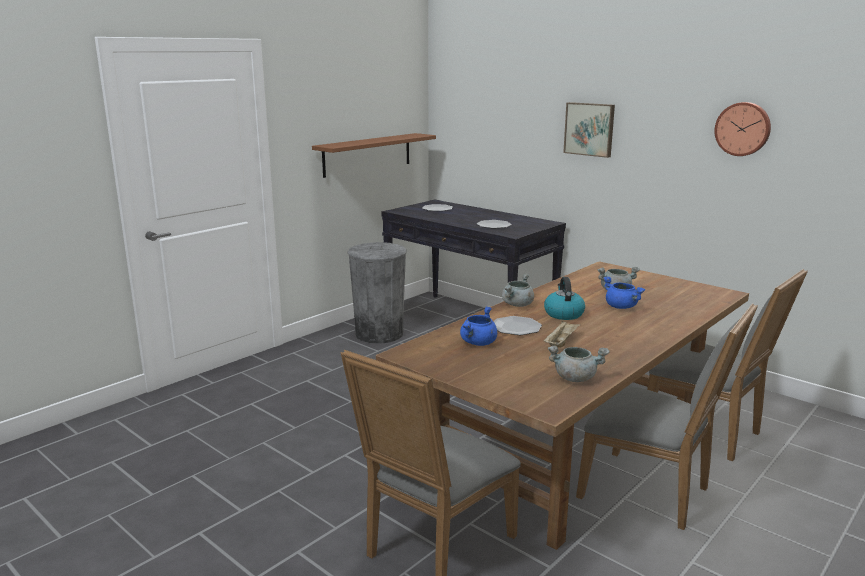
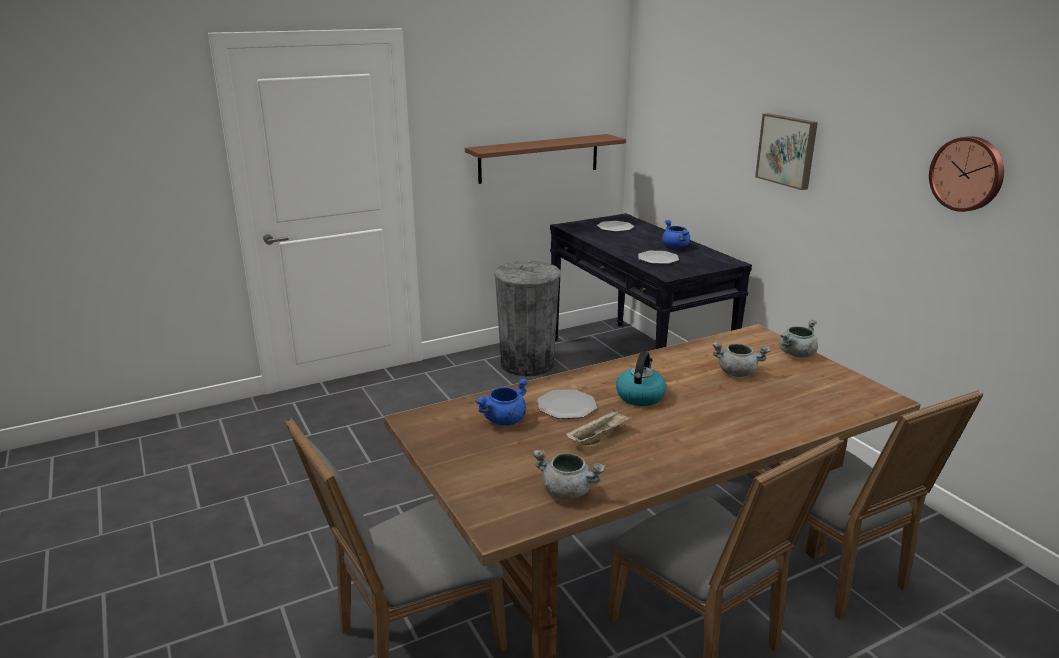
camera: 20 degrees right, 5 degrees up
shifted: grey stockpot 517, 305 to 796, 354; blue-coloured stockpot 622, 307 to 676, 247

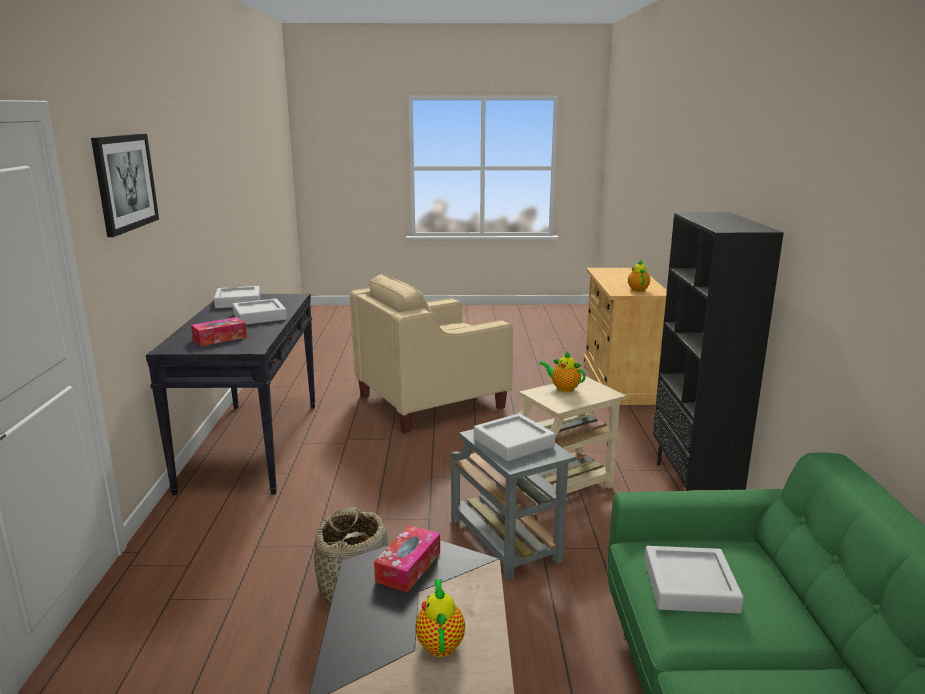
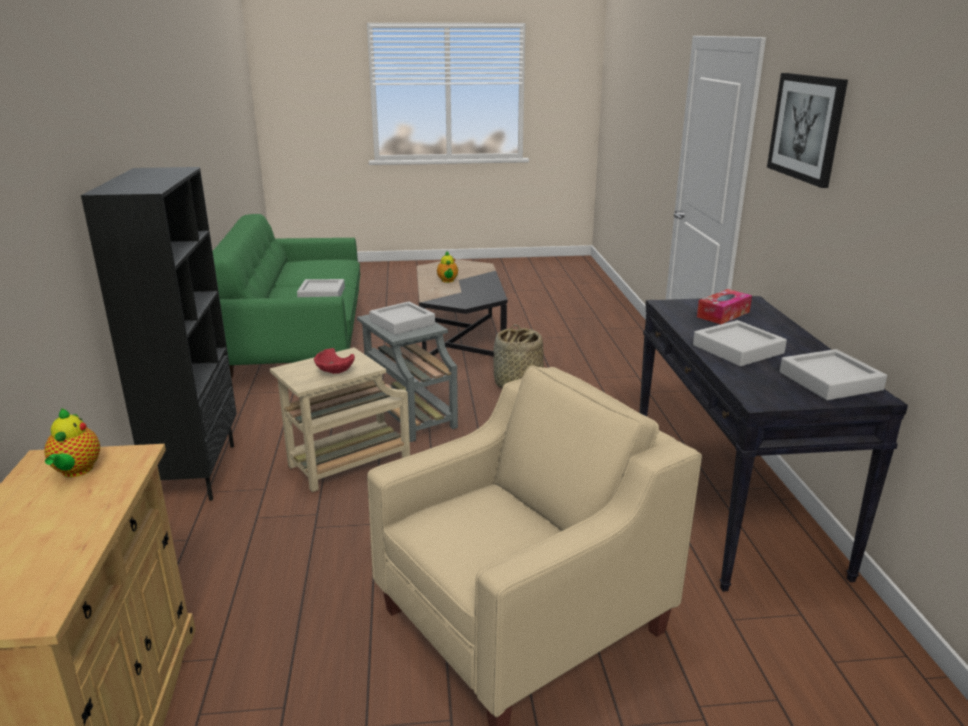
camera: 175 degrees right, 5 degrees up
gone: tissue holder 408, 567
swapped: teapot 563, 388 to red serving bowl 334, 373

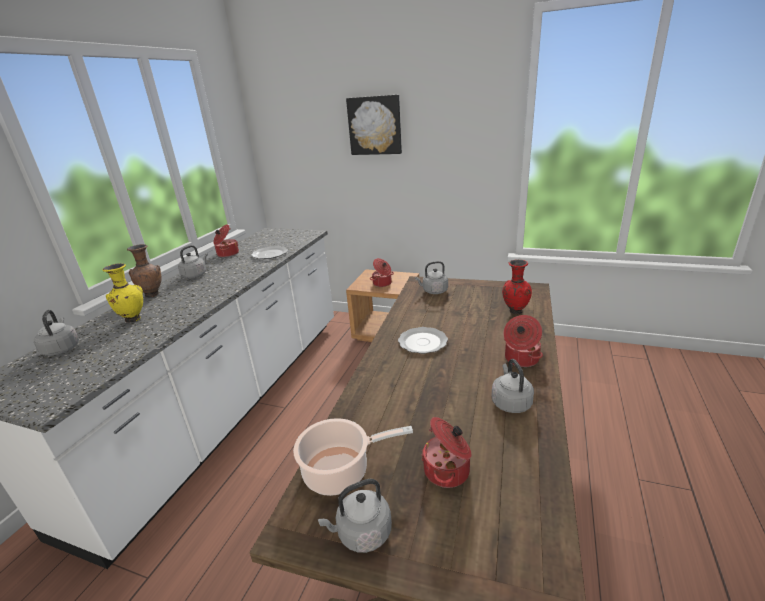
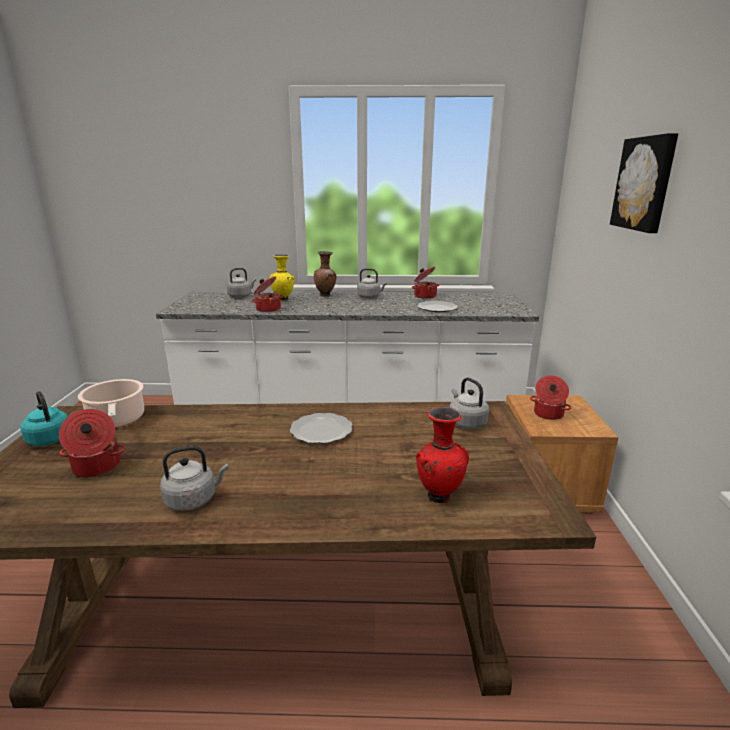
camera: 70 degrees right, 5 degrees down
shifted: stockpot 520, 359 to 268, 309
repainted: grey tea kettle 361, 533 to turquoise tea kettle 49, 438

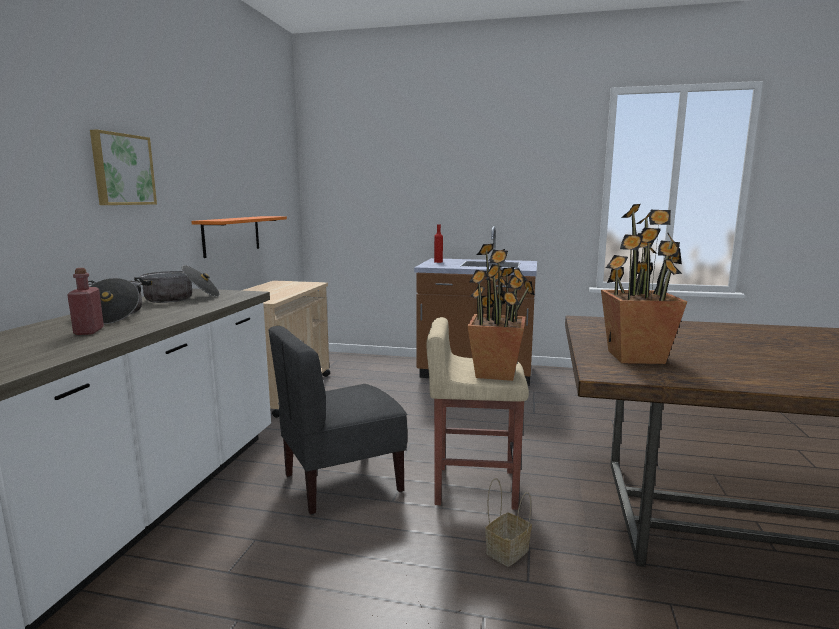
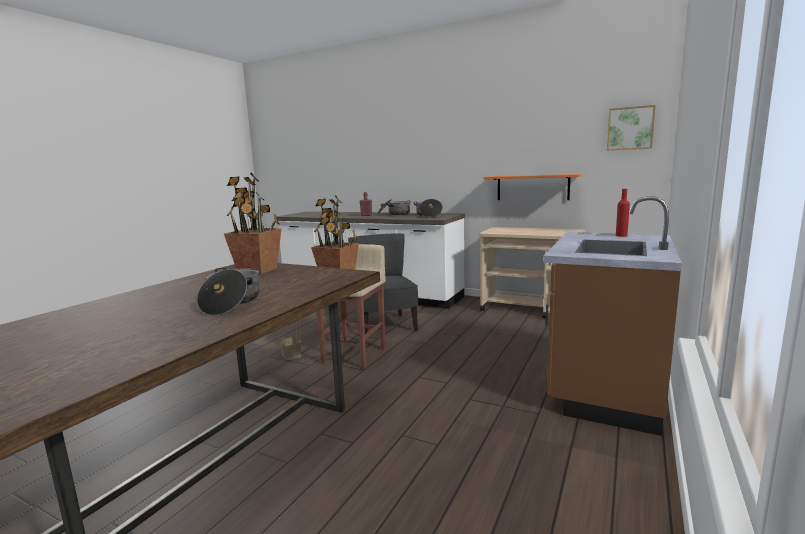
camera: 105 degrees right, 0 degrees up
new: stockpot 231, 303
shifted: picture 122, 169 to 630, 128

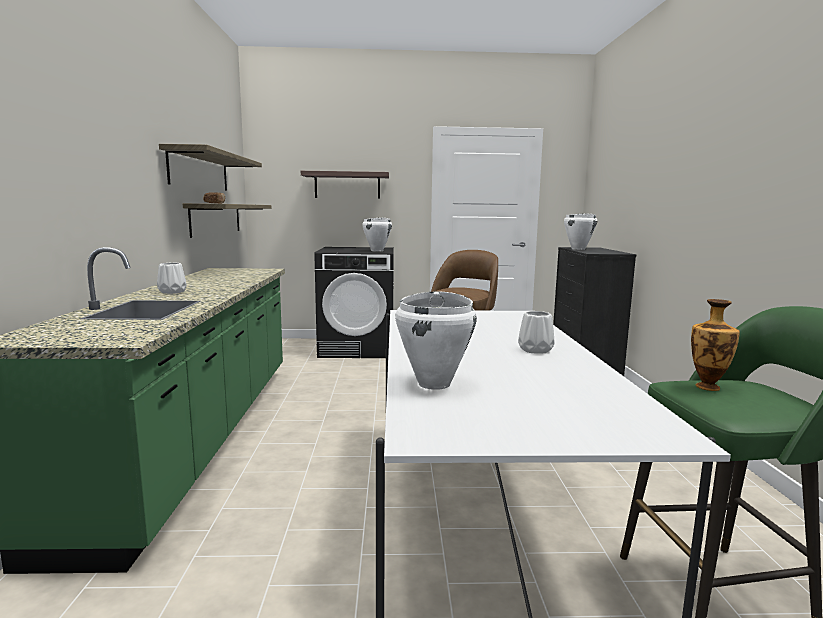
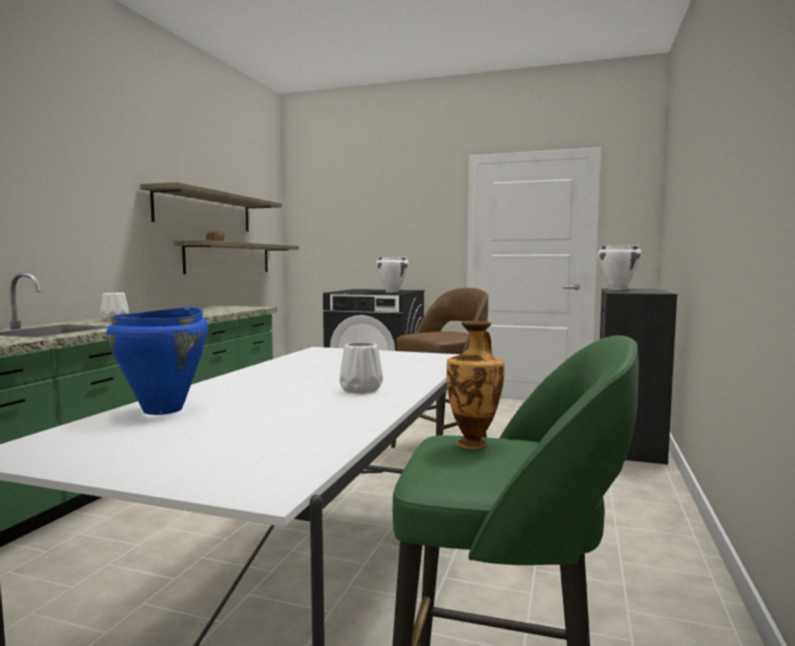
camera: 20 degrees right, 5 degrees down
gone: shelf 347, 185
repainted: white stockpot 435, 384 to blue-coloured stockpot 164, 410

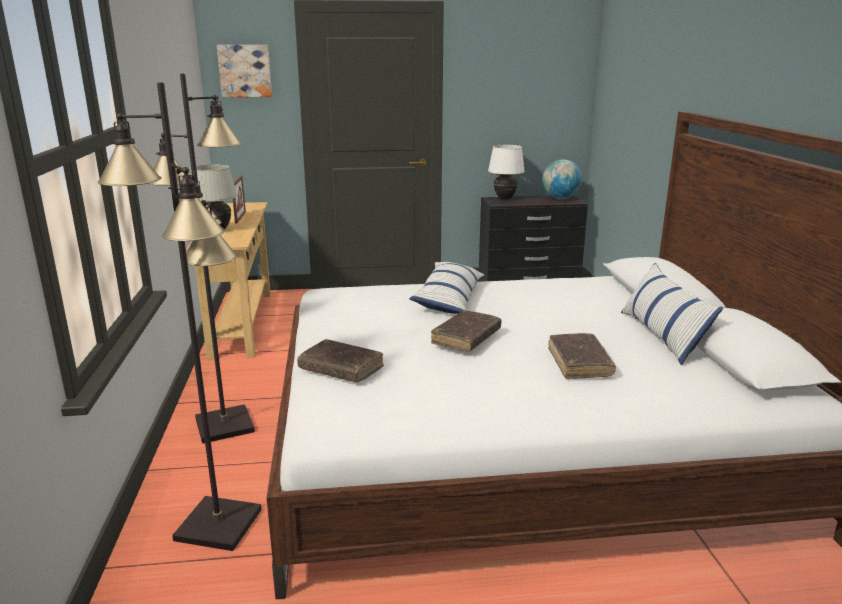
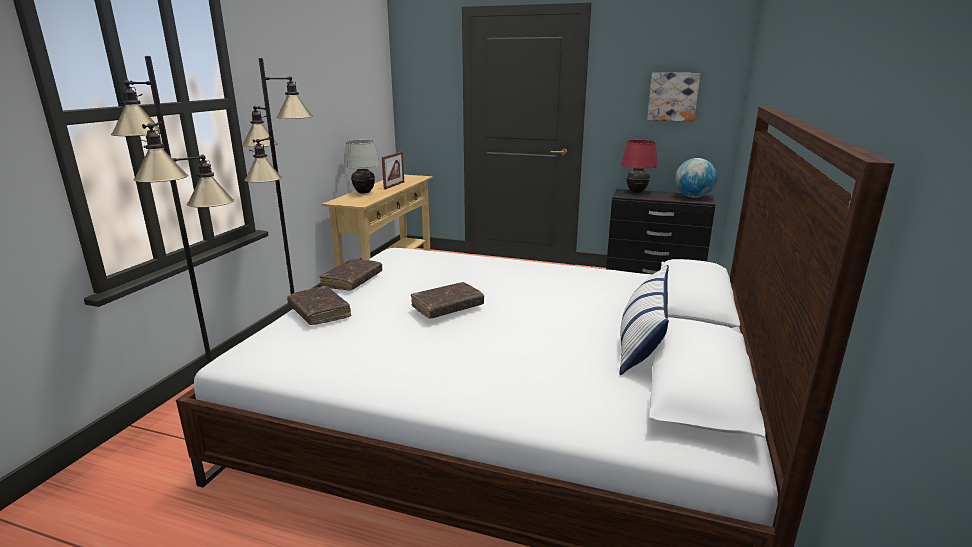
camera: 25 degrees right, 0 degrees up
gone: cushion 449, 299
shifted: picture 245, 71 to 673, 96; brownish bound book 579, 363 to 352, 280
repainted: white table lamp 505, 199 to red table lamp 636, 192

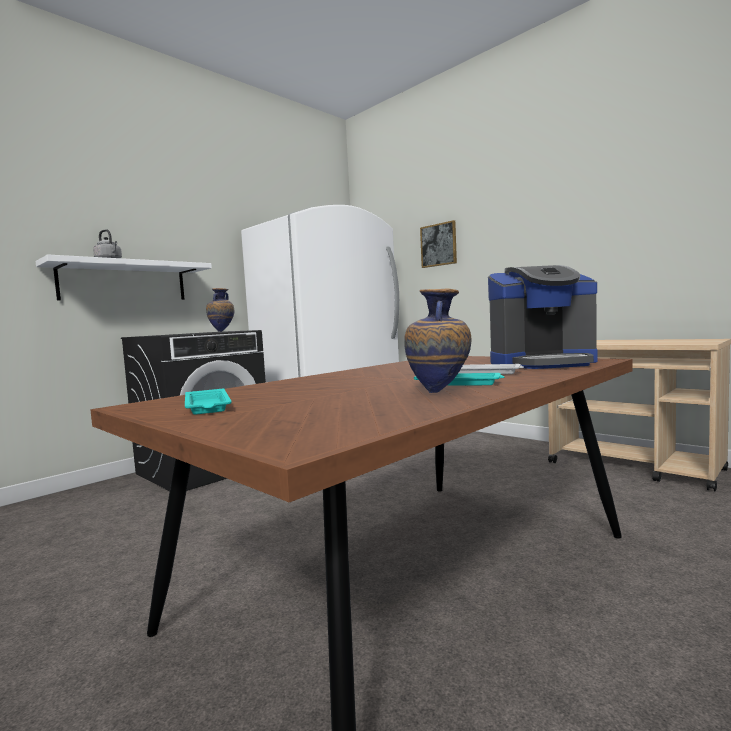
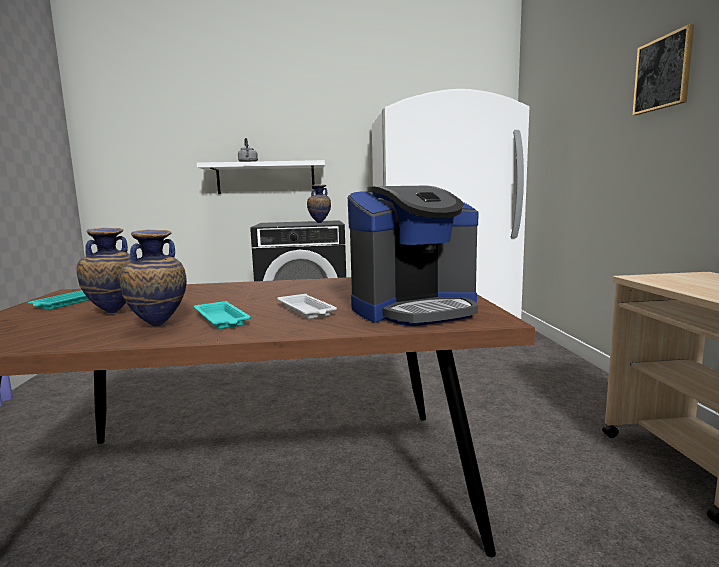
camera: 40 degrees right, 5 degrees up
new: decorative vase 113, 314
shifted: picture 438, 245 to 663, 73
rotated: coffee machine 542, 363 = 414, 310 60 degrees counterclockwise

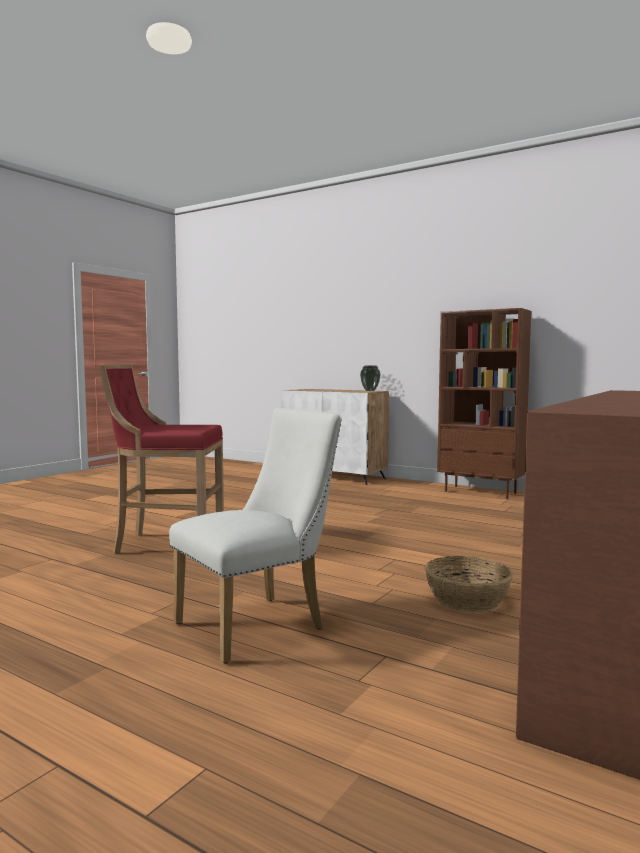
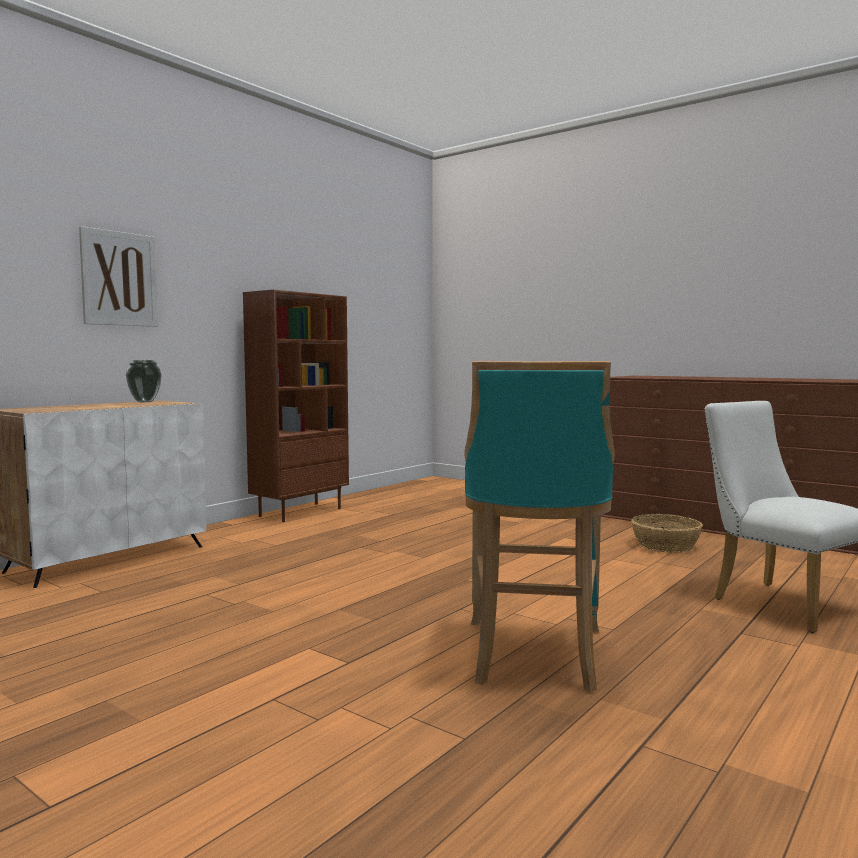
camera: 85 degrees left, 0 degrees up
new: picture 119, 279
repainted: red sitting stool 166, 544 to turquoise sitting stool 534, 657

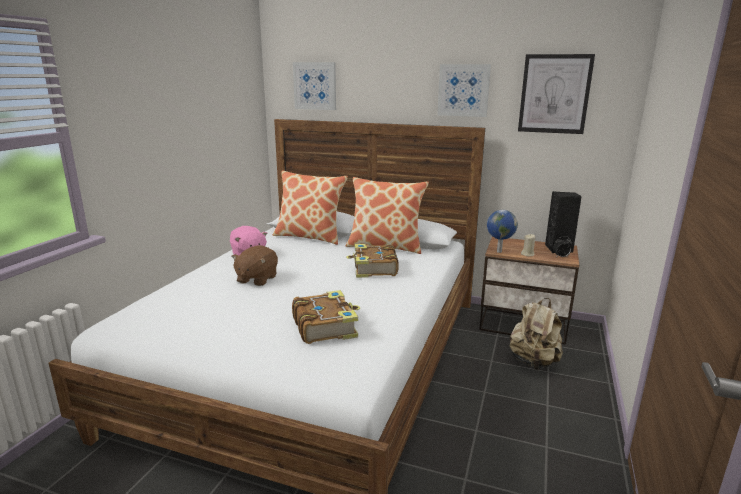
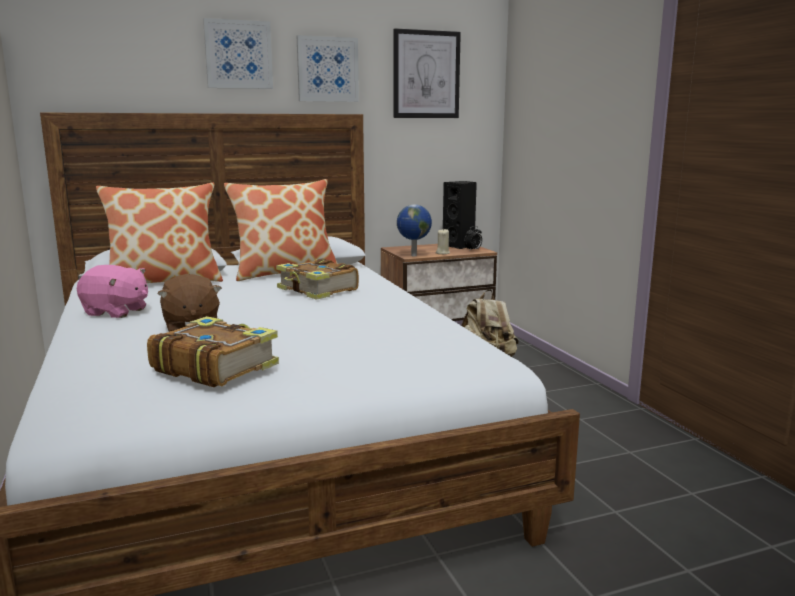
camera: 40 degrees left, 5 degrees down
shifted: picture 315, 86 to 238, 54; bound book 325, 326 to 214, 367

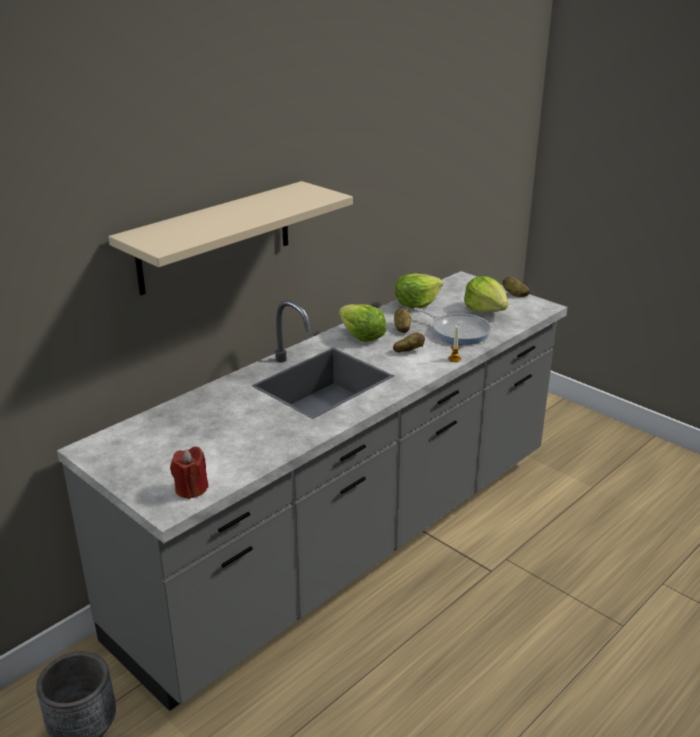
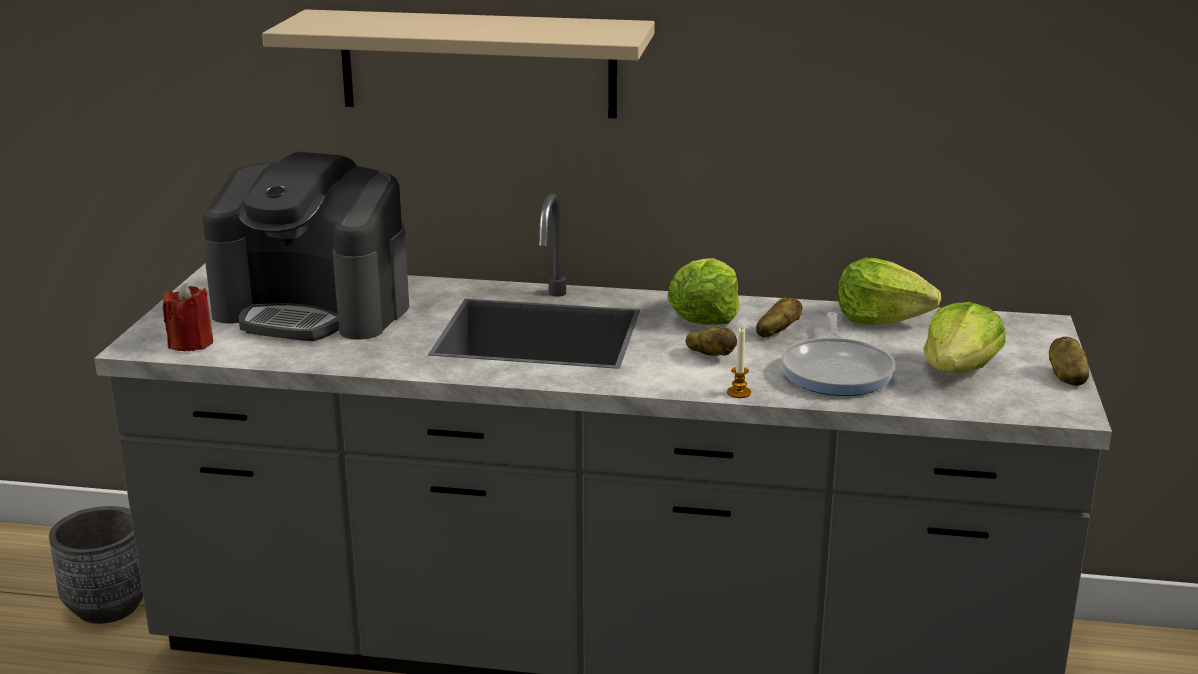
camera: 55 degrees right, 5 degrees down
new: coffee machine 314, 309

